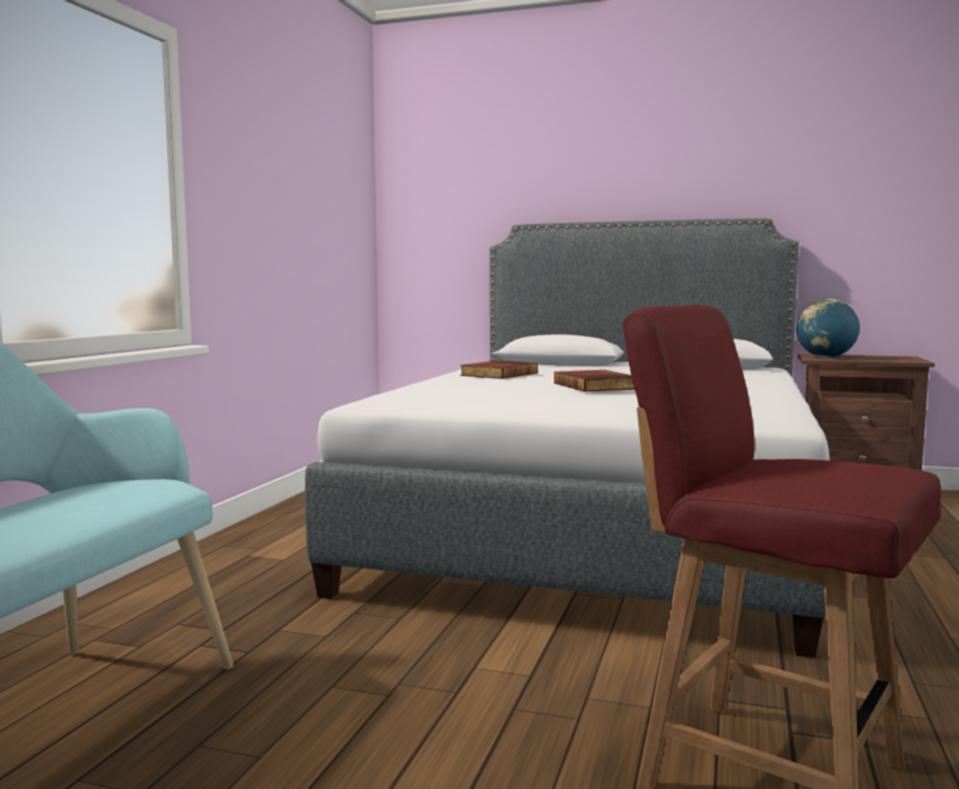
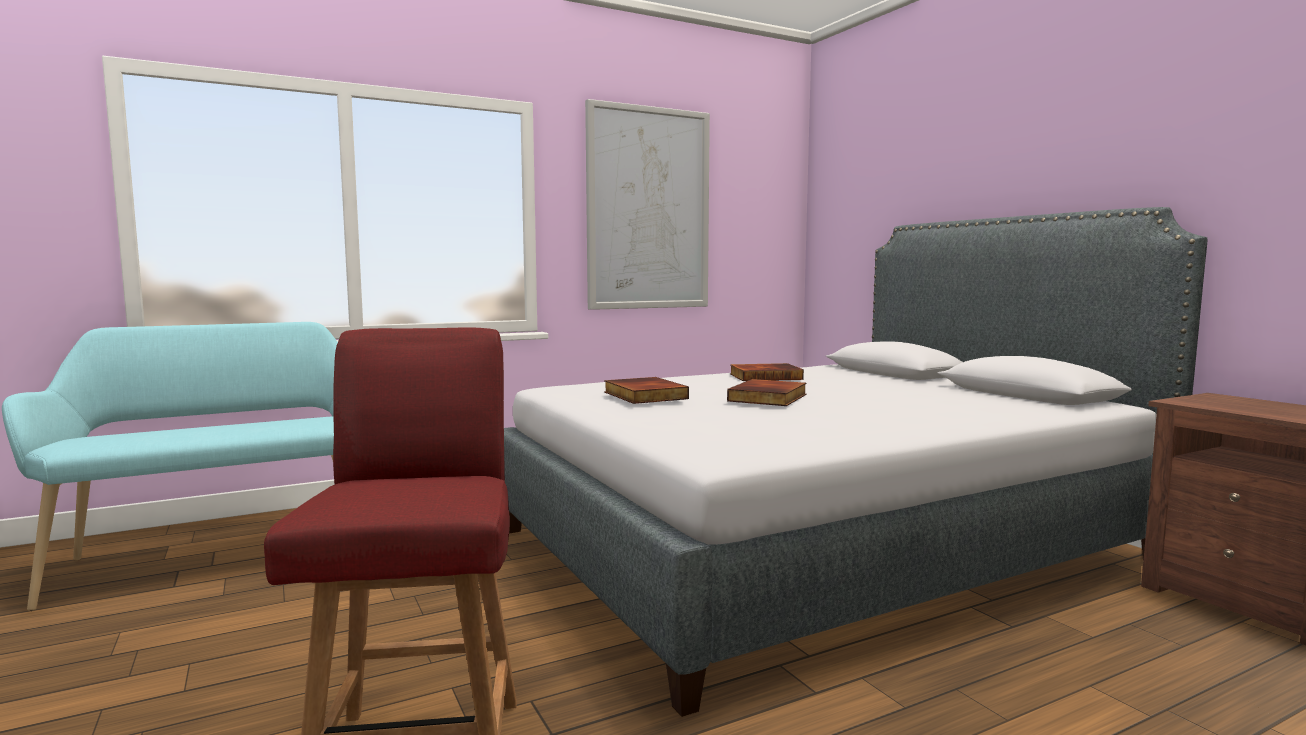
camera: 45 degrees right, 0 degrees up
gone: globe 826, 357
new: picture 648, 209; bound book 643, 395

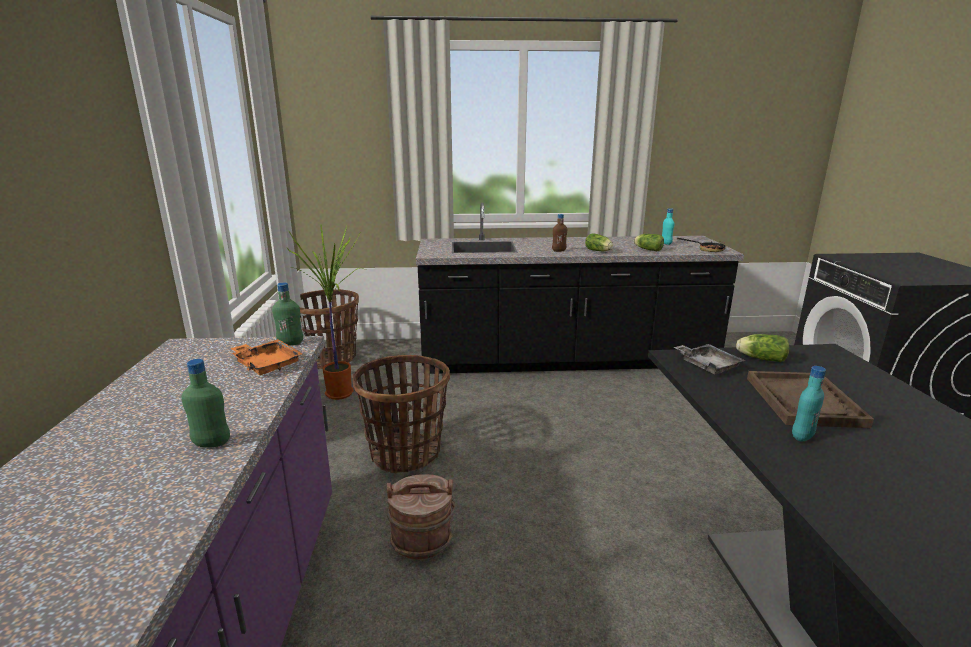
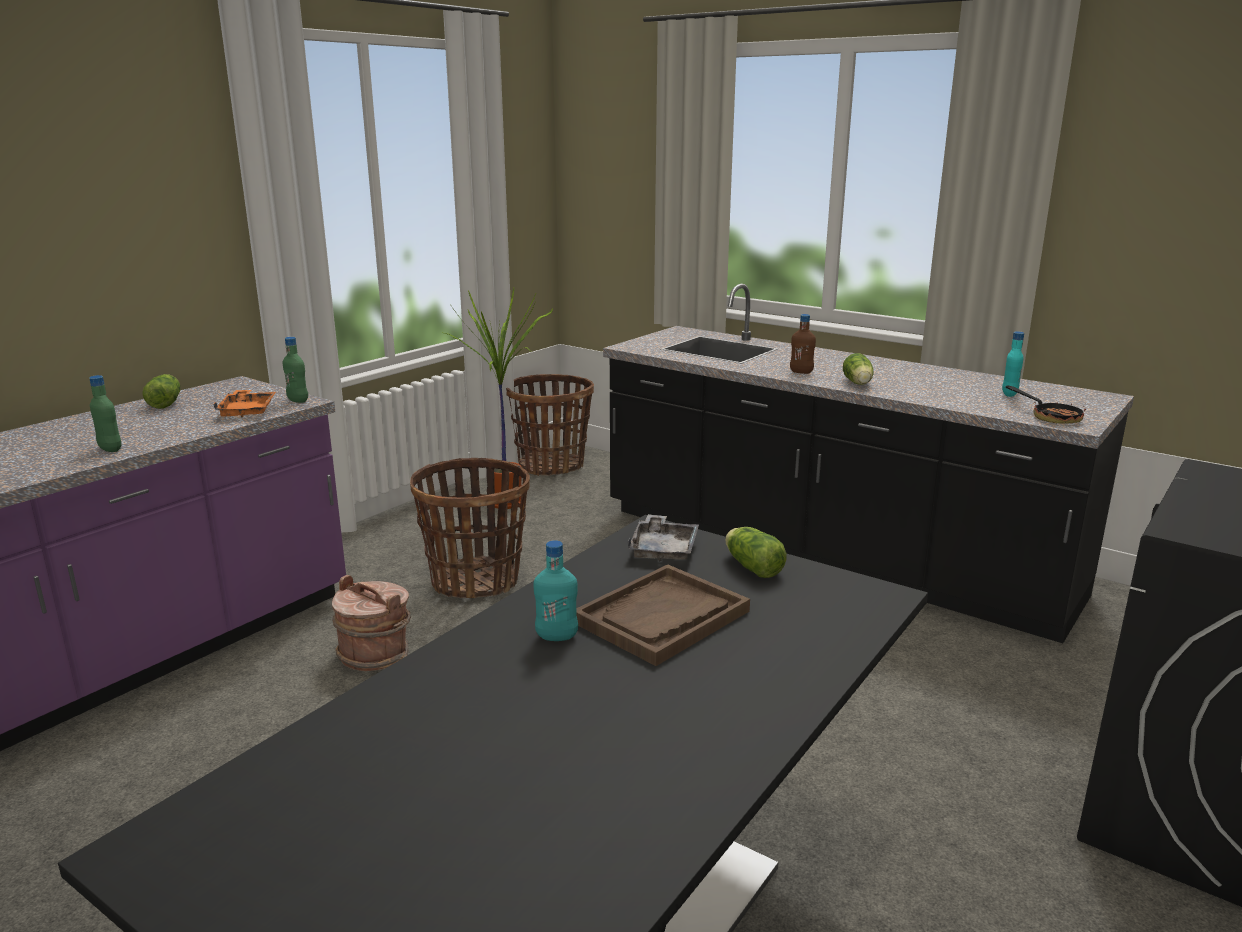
camera: 40 degrees right, 0 degrees up
shifted: head of lettuce 647, 249 to 166, 403

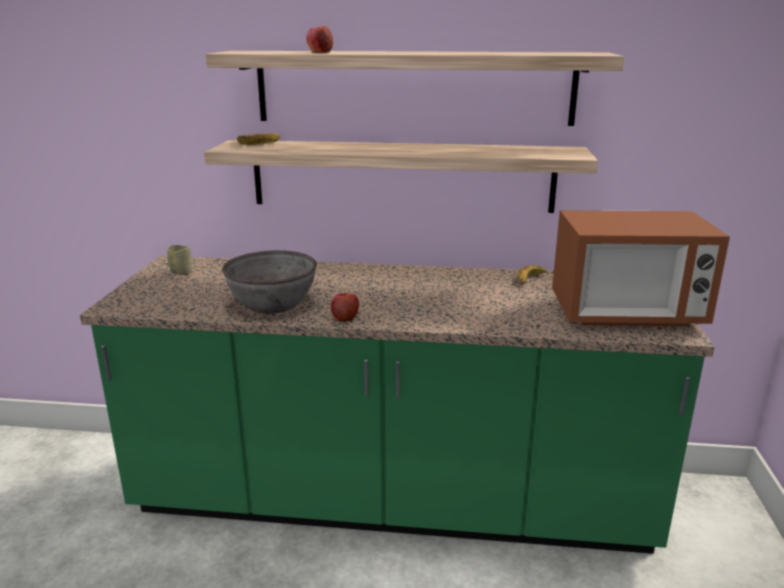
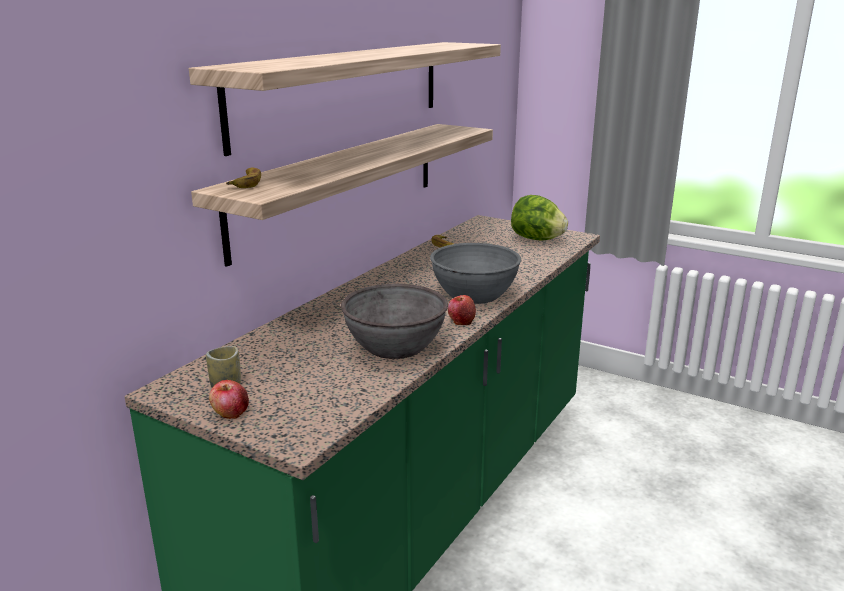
camera: 65 degrees left, 0 degrees up
new: grey serving bowl 474, 295
shifted: apple 320, 52 to 230, 413
swapped: kitchen microwave 626, 314 to head of lettuce 536, 239

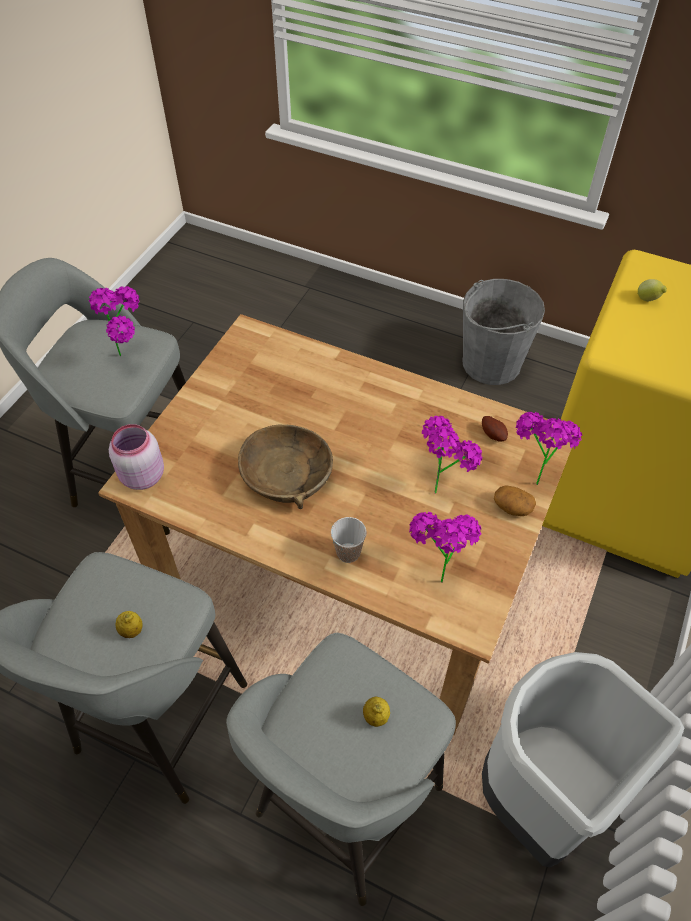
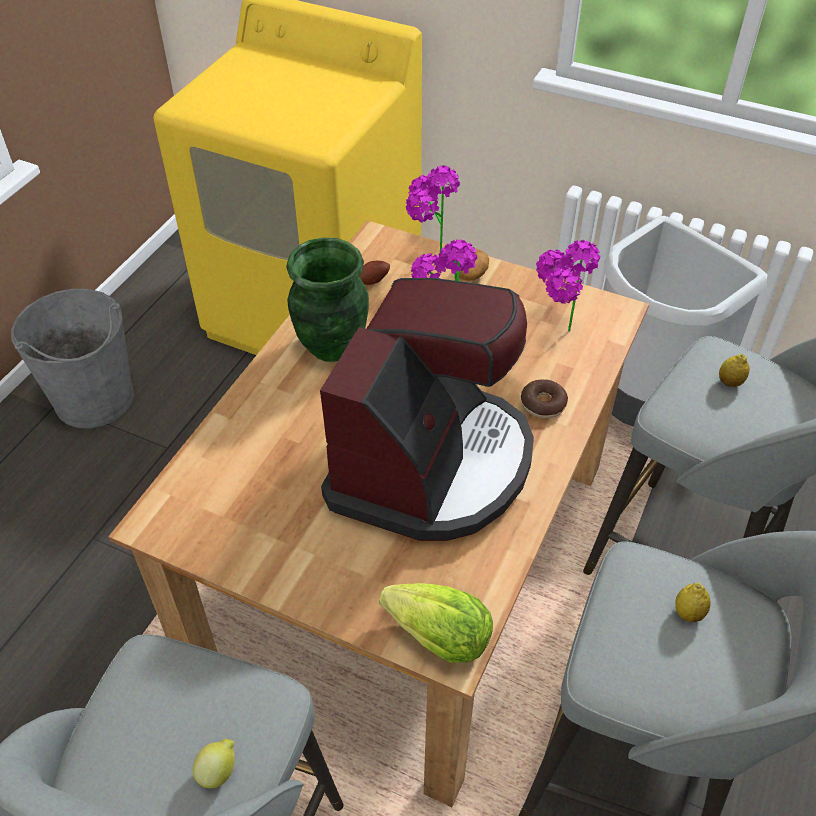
camera: 90 degrees left, 5 degrees down
gone: houseplant 131, 355
new: green-coloured decorative vase 330, 346
shifted: lemon 648, 299 to 219, 771
swapped: pink preserve jar 141, 476 to head of lettuce 439, 638; brownish serving bowl 287, 474 to coffee machine 431, 464; drinking cup 348, 553 to donut 543, 404

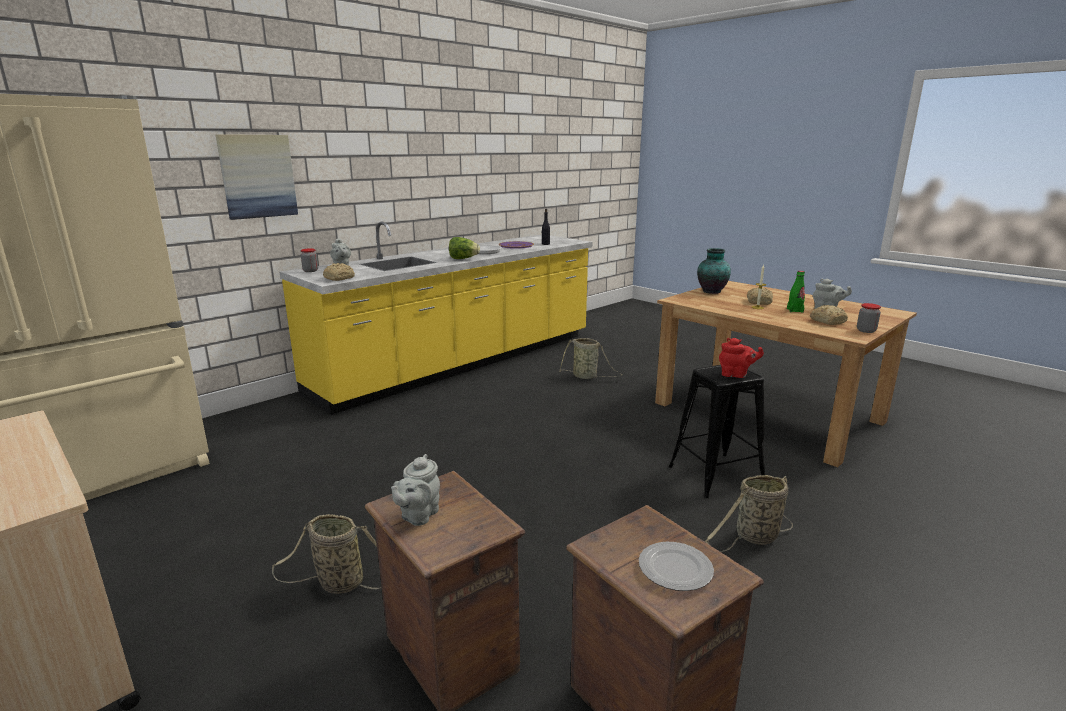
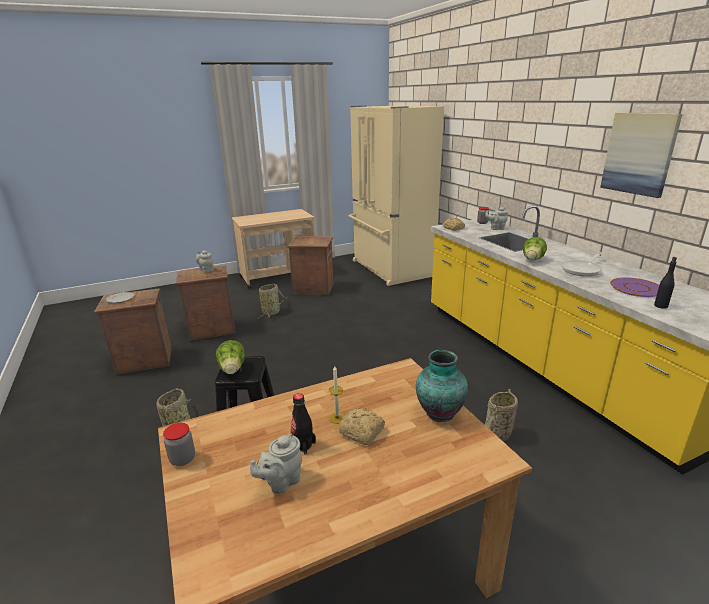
camera: 110 degrees right, 5 degrees up
gone: bakery bread 827, 321
new: packing crate 313, 289
shifted: picture 258, 176 to 639, 153
swapped: red teapot 736, 375 to head of lettuce 232, 370
repainted: green-coloured beverage bottle 795, 310 to black beverage bottle 302, 445

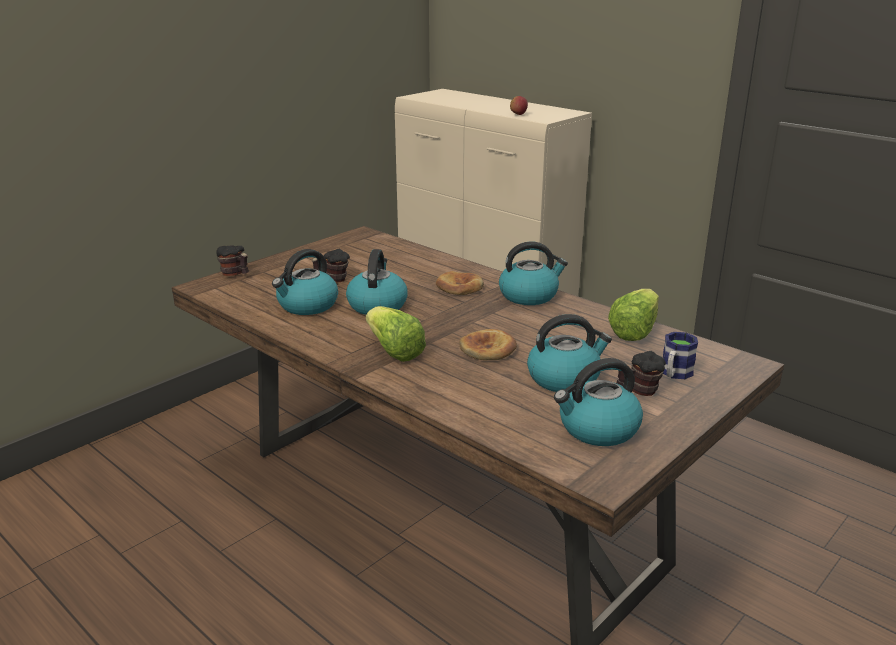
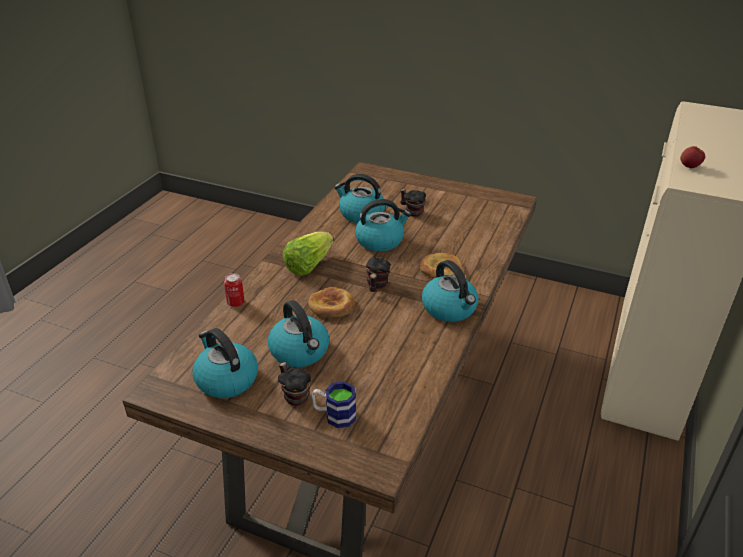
camera: 70 degrees right, 10 degrees up
gone: head of lettuce 634, 331
new: metal can 235, 303
shifted: tea mug 235, 274 to 376, 286

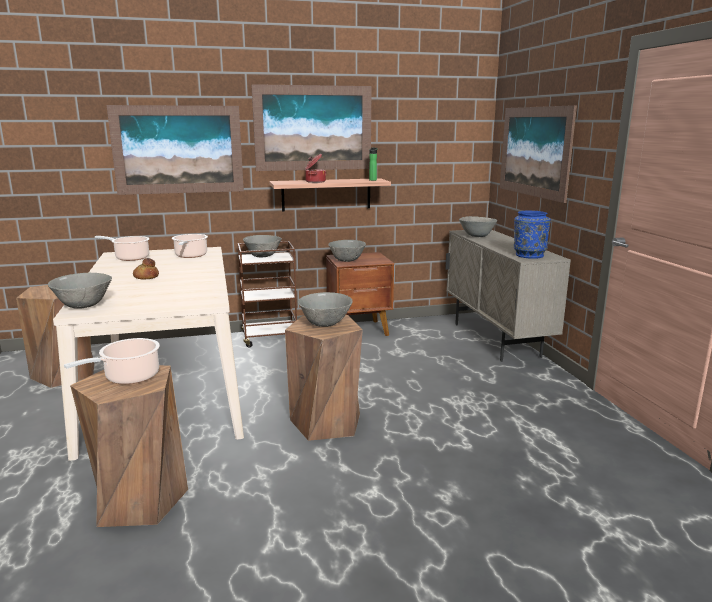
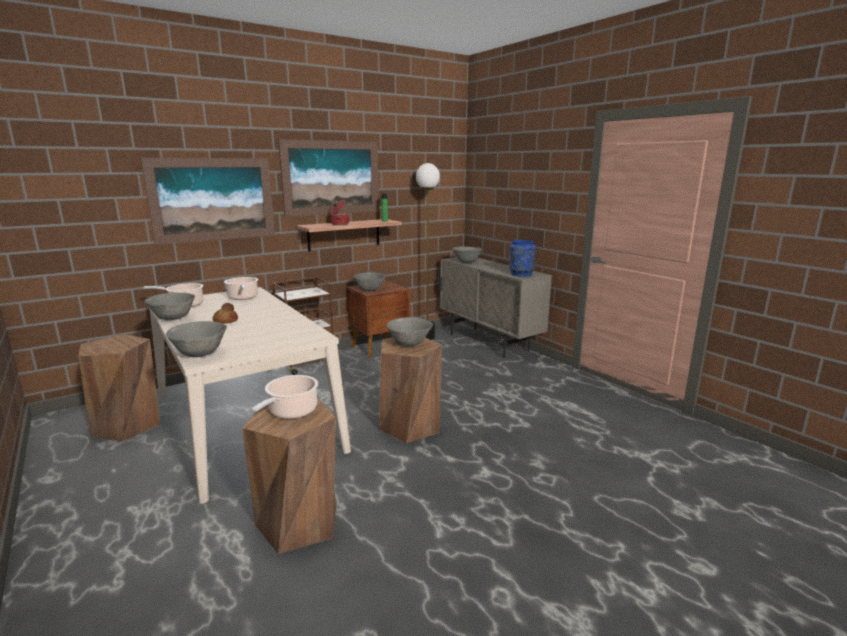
camera: 20 degrees left, 0 degrees up
gone: picture 534, 151
new: standard lamp 427, 337
shifted: grey serving bowl 263, 256 to 173, 318

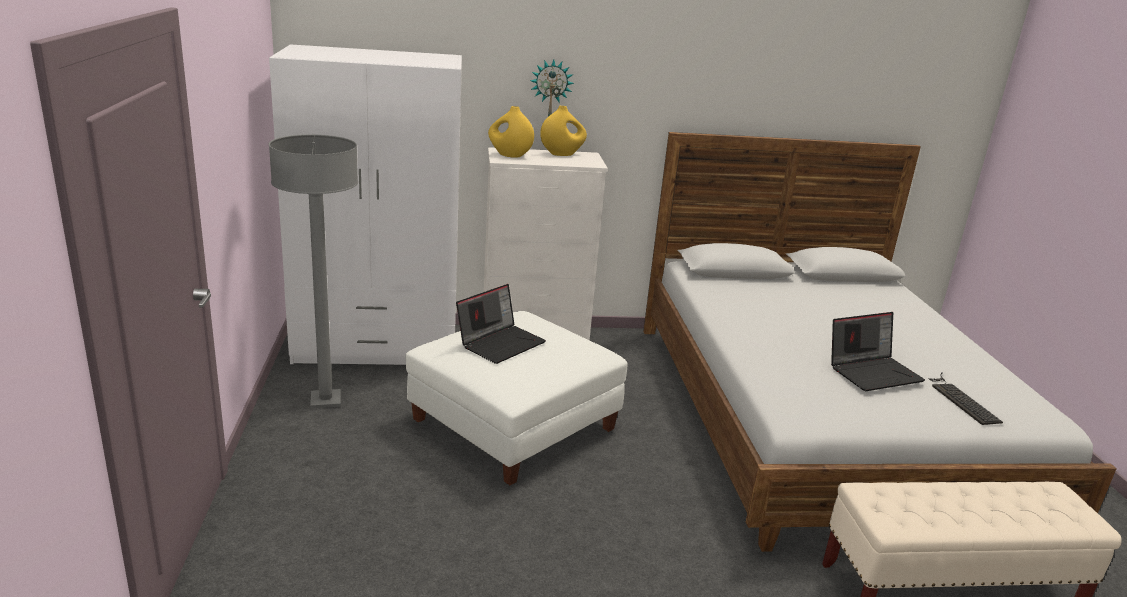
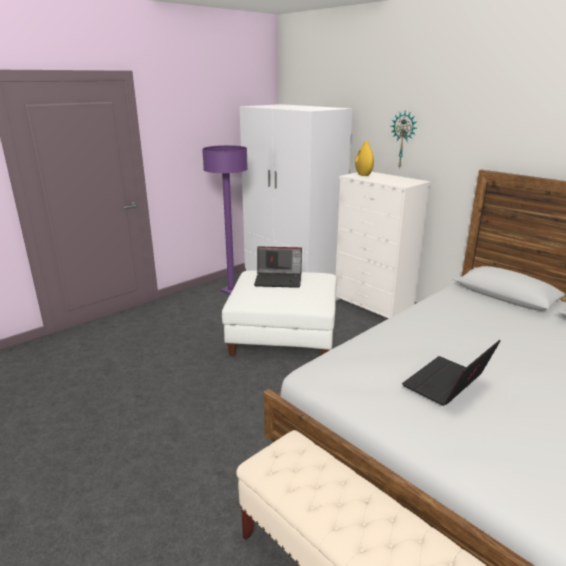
camera: 55 degrees right, 0 degrees up
gone: yellow-coloured decorative vase 562, 154; PC keyboard 960, 399
repainted: grey standard lamp 325, 400 to purplish standard lamp 231, 291
rotated: notebook computer 873, 372 = 447, 384 105 degrees clockwise

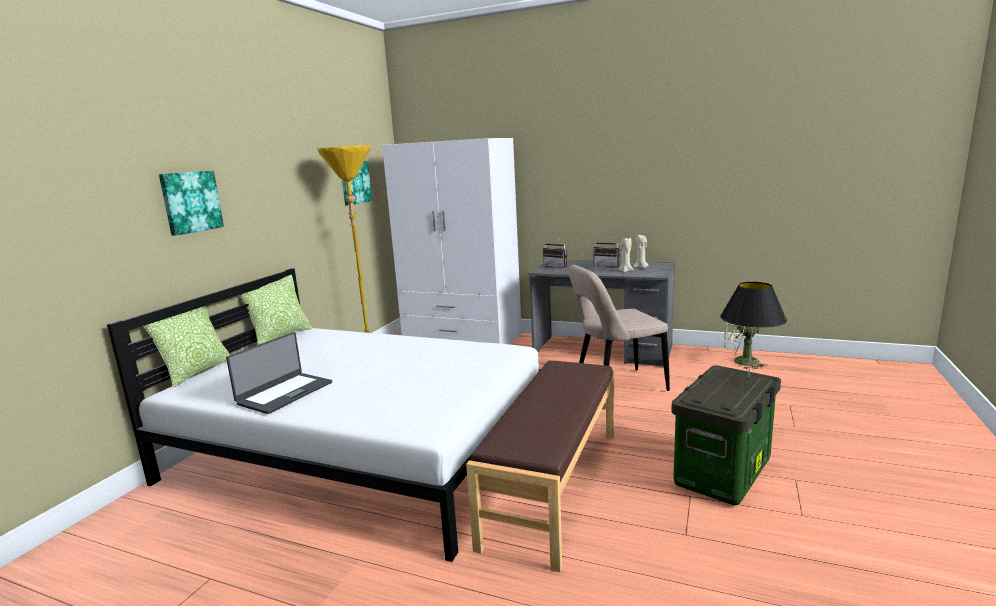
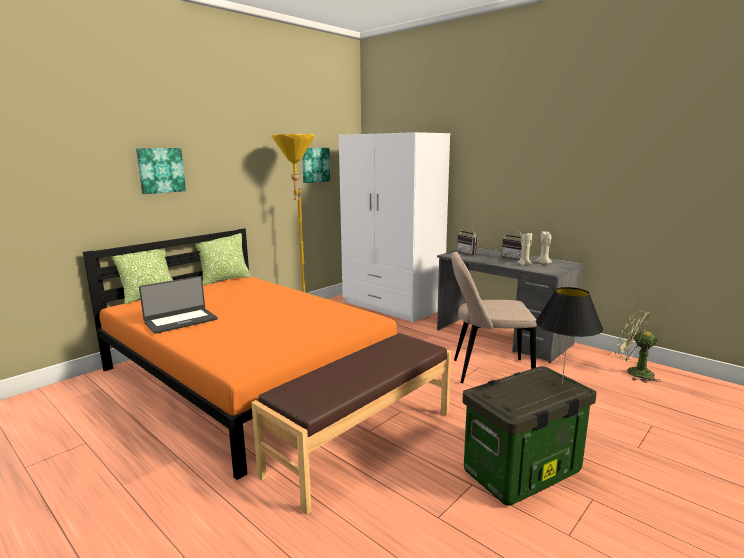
camera: 20 degrees right, 0 degrees up
repainted: white sleeping bed 361, 450 to orangey sleeping bed 247, 377

